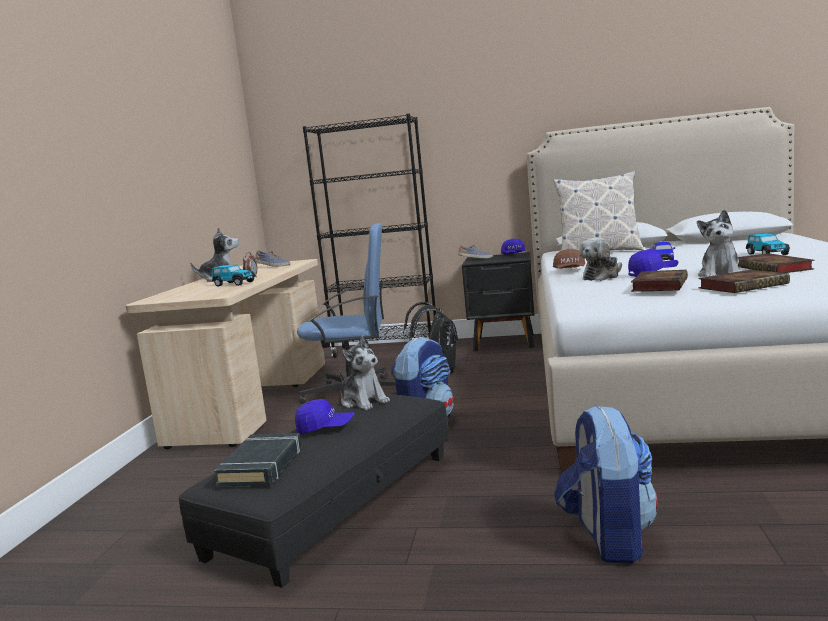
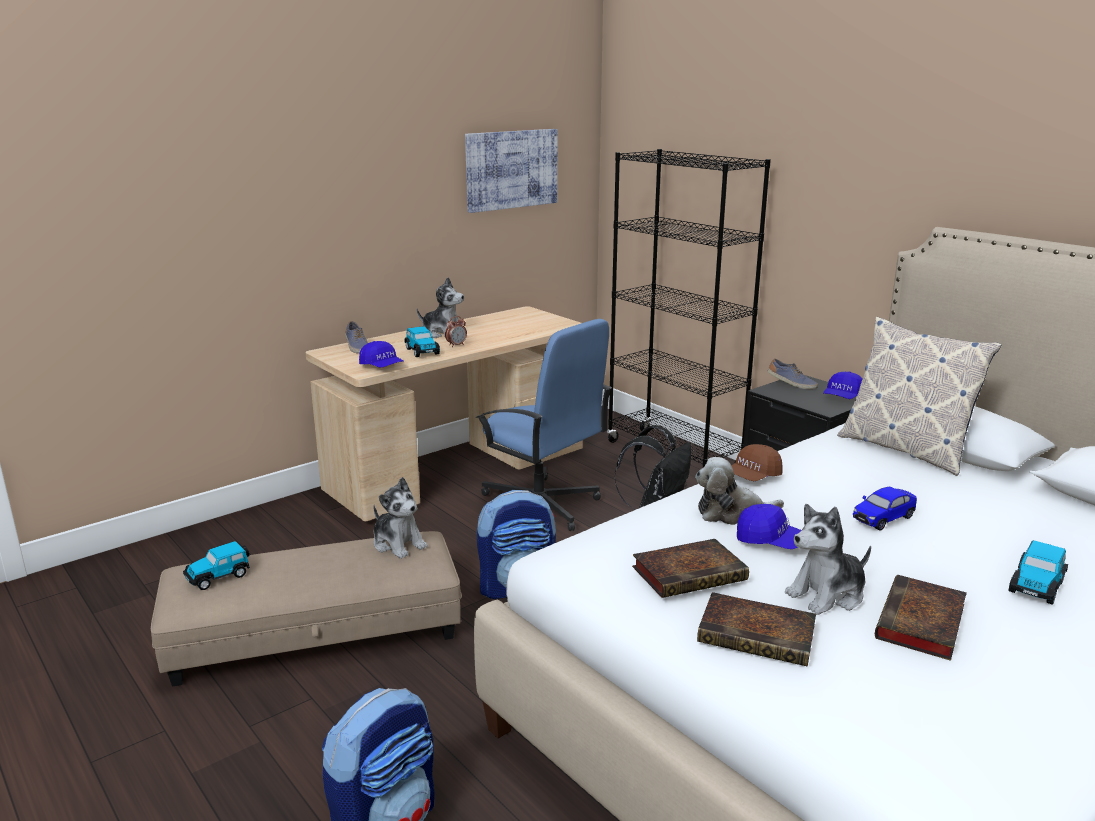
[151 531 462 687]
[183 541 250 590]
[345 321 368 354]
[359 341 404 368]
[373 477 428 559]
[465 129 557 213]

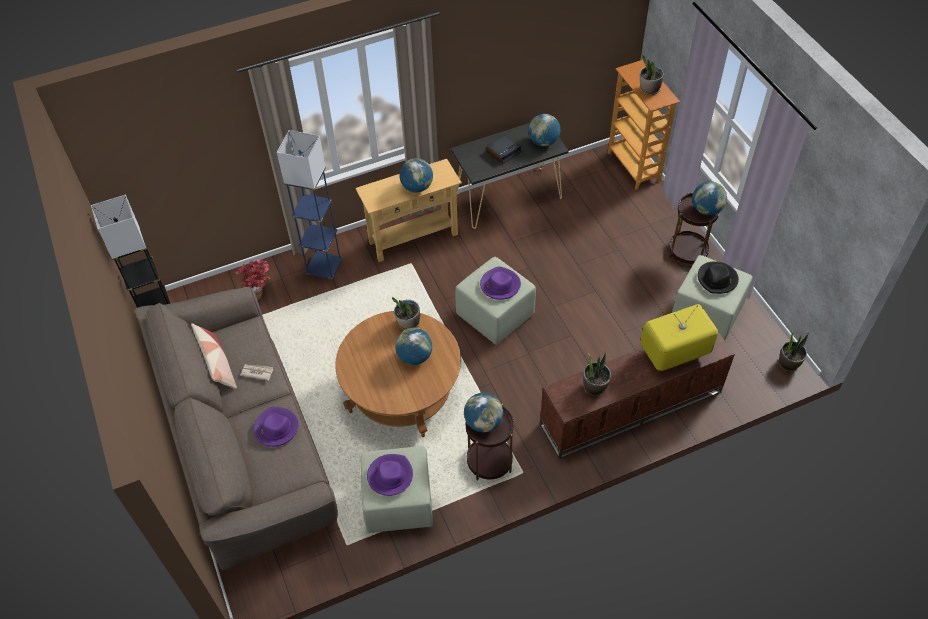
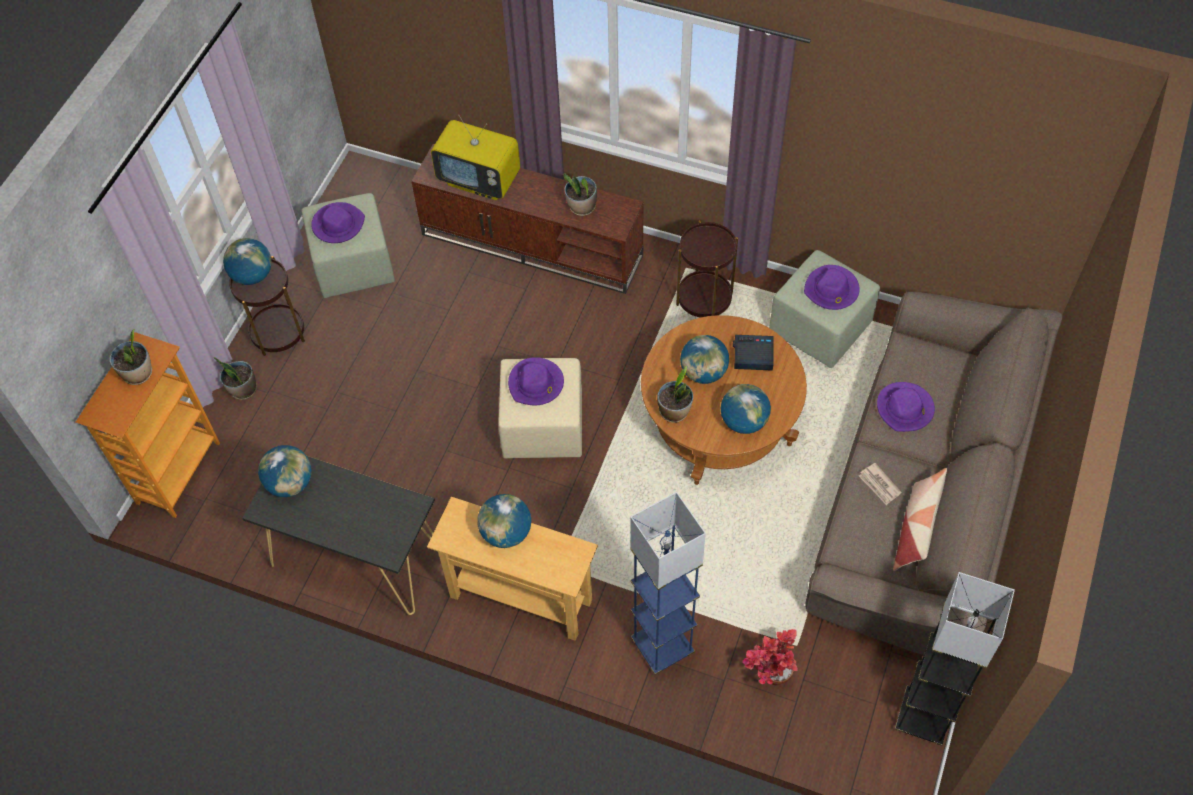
[213 357 257 400]
[311 202 365 243]
[498 358 582 458]
[721 384 771 434]
[733 335 773 371]

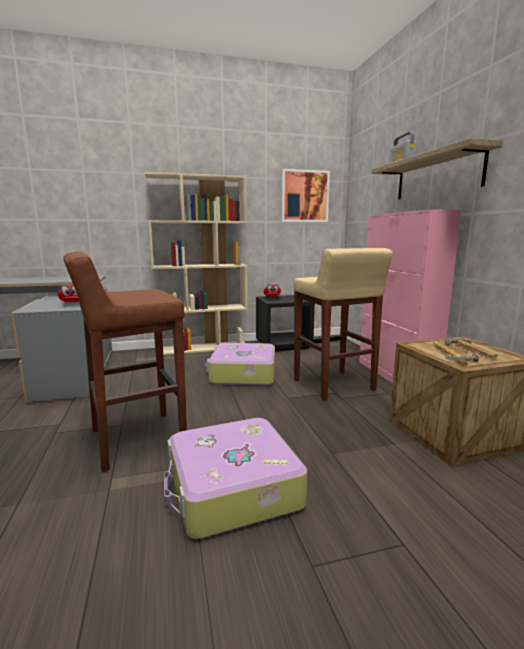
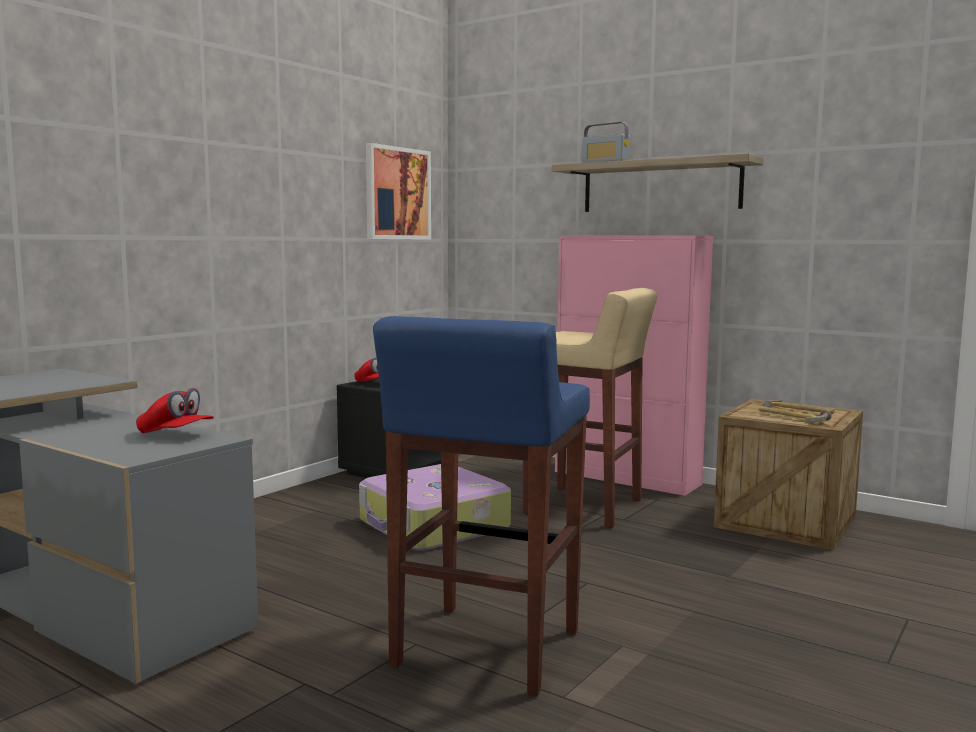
[373 316 590 697]
[145 172 248 355] (first image)
[164 418 307 539] (first image)

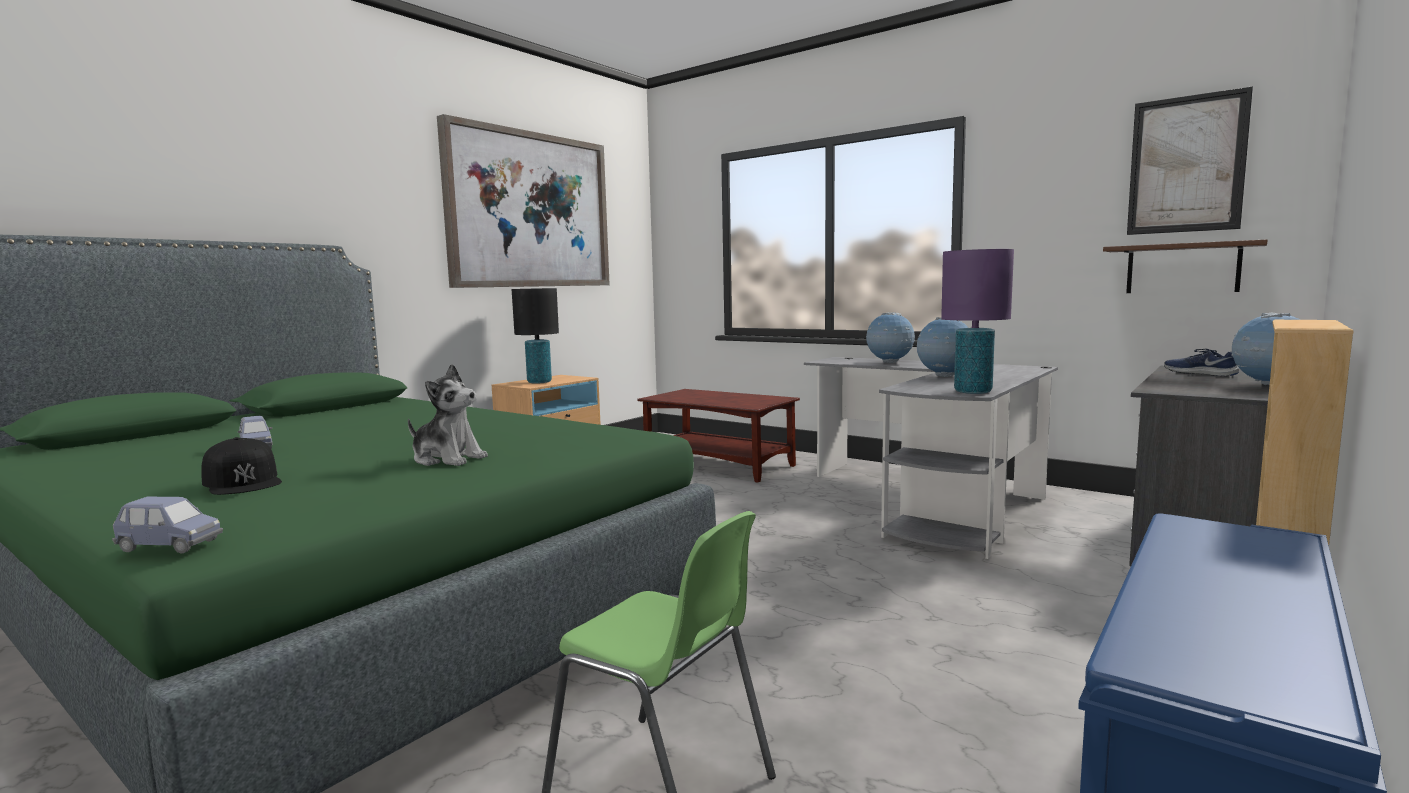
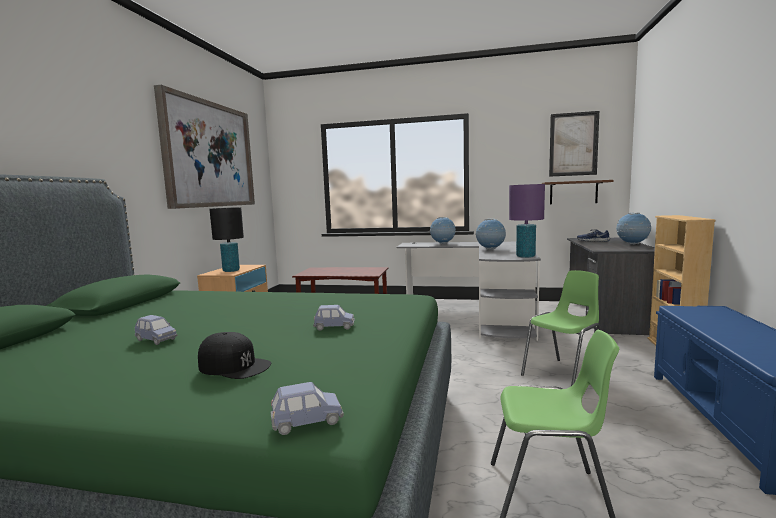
[313 305 355 331]
[521 270 600 386]

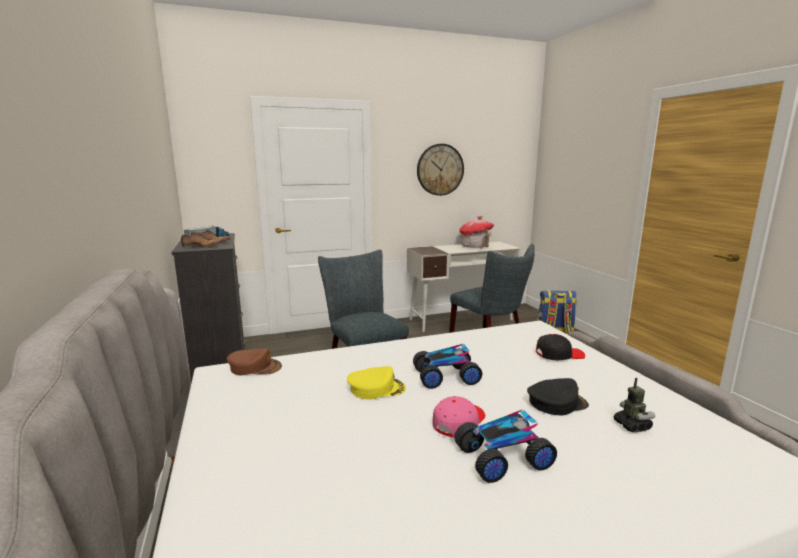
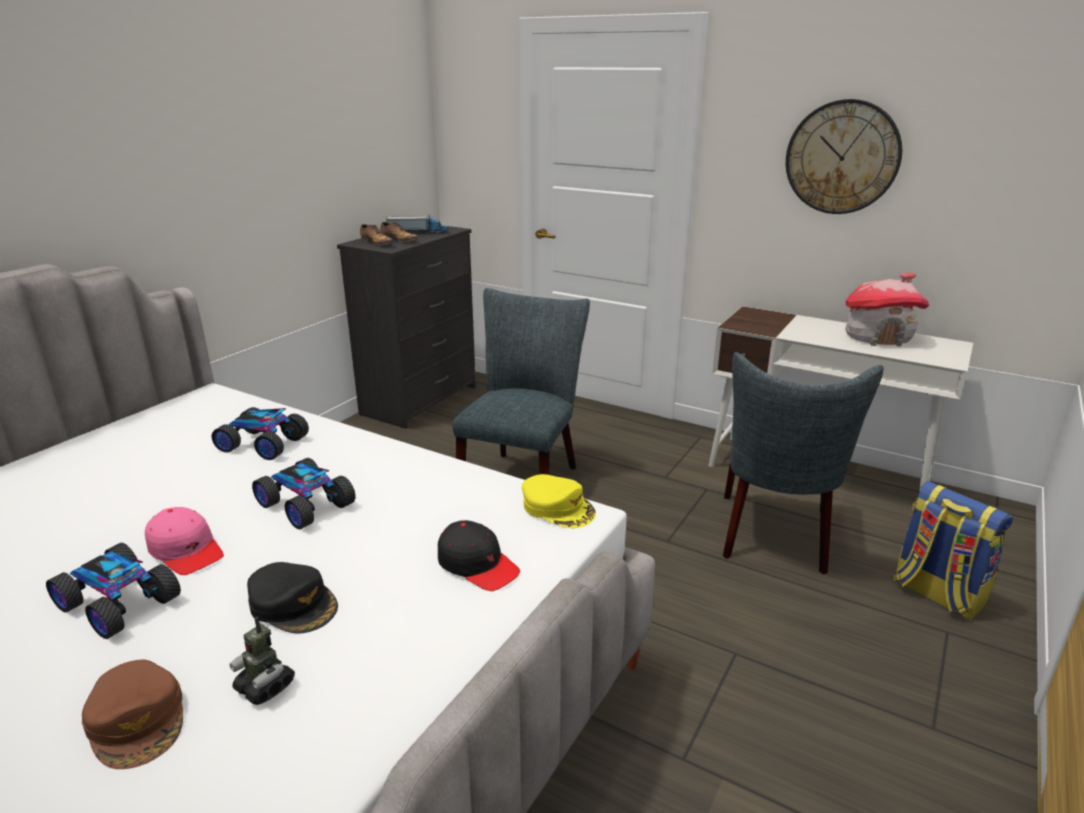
[82 660 183 769]
[145 507 224 575]
[212 407 309 460]
[229 616 295 705]
[522 474 596 528]

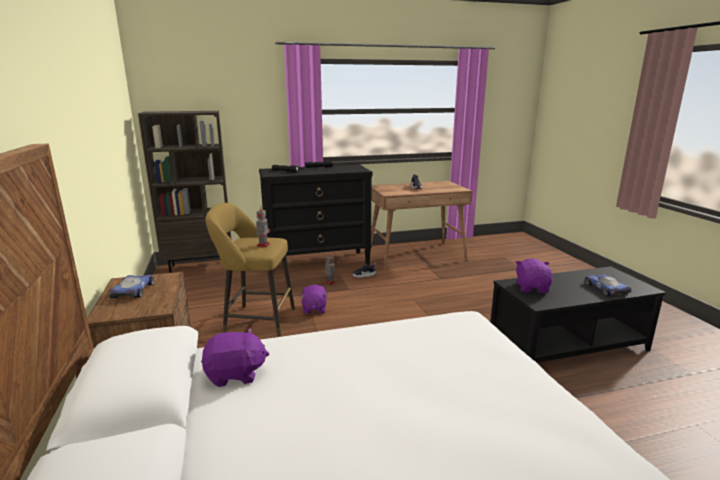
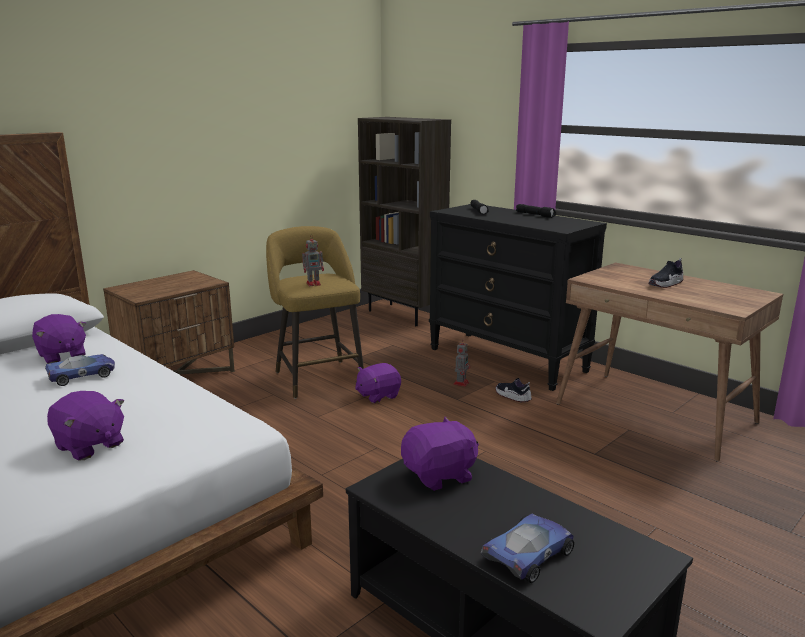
[45 354 115 386]
[47 391 124 461]

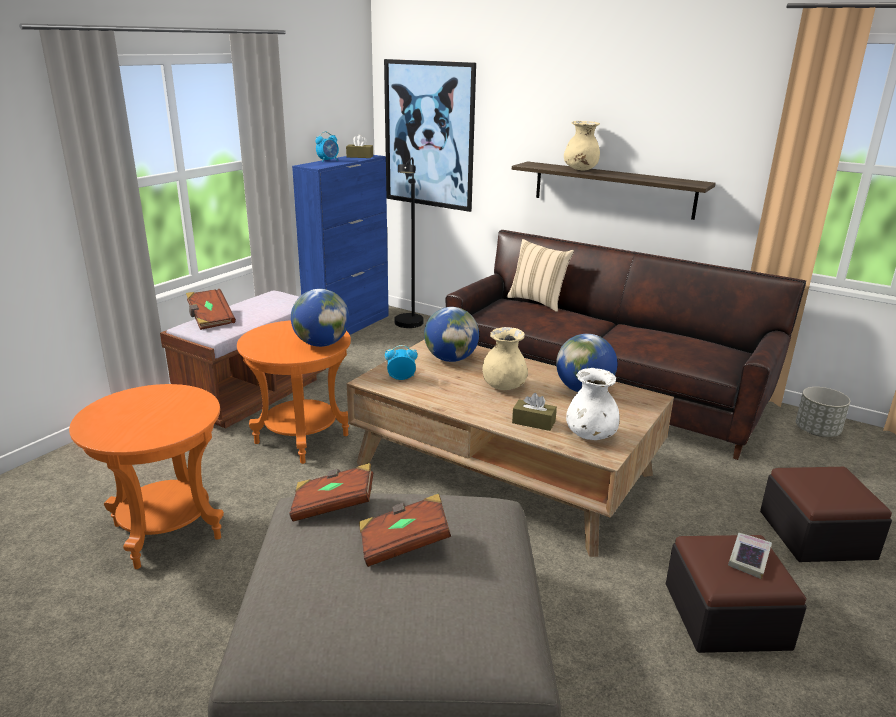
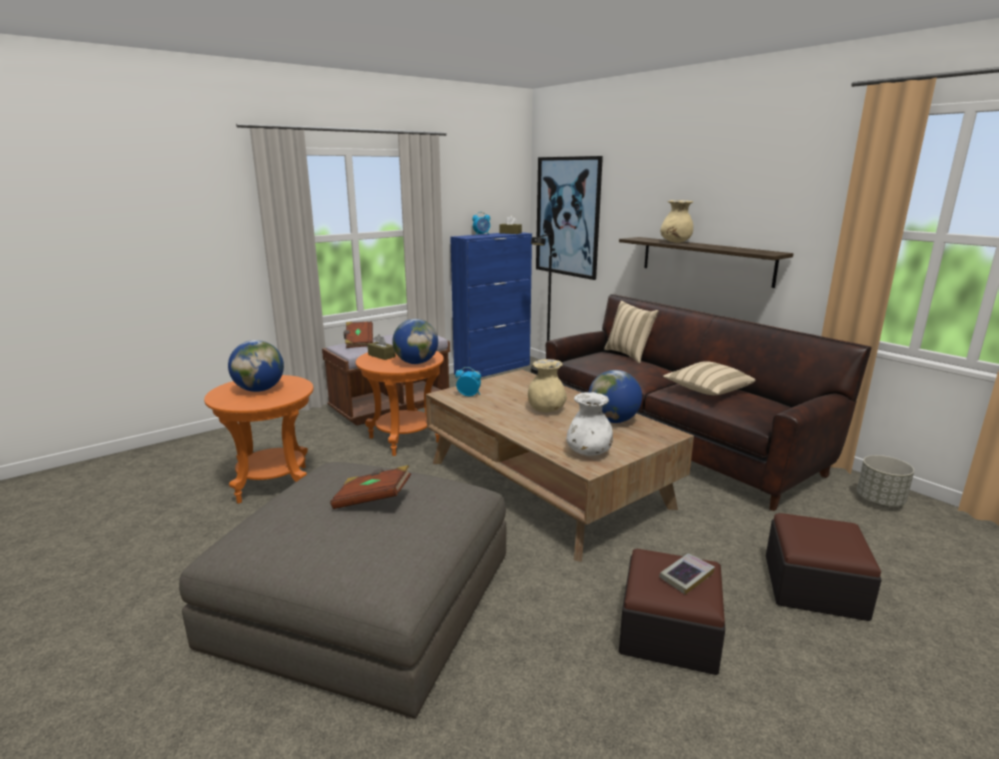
[228 340 284 392]
[368 334 396 360]
[663 361 755 395]
[289 463 373 522] (first image)

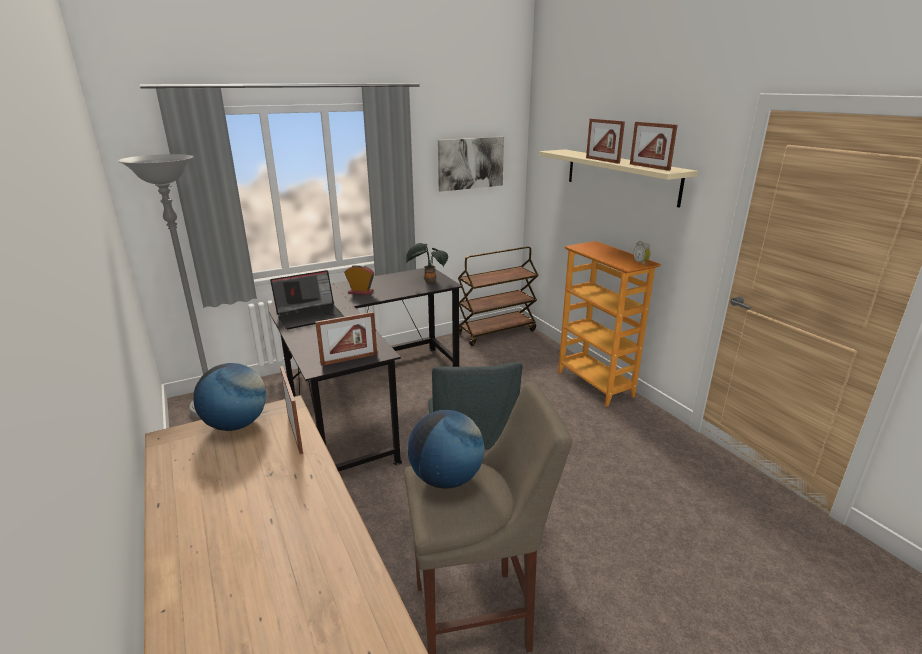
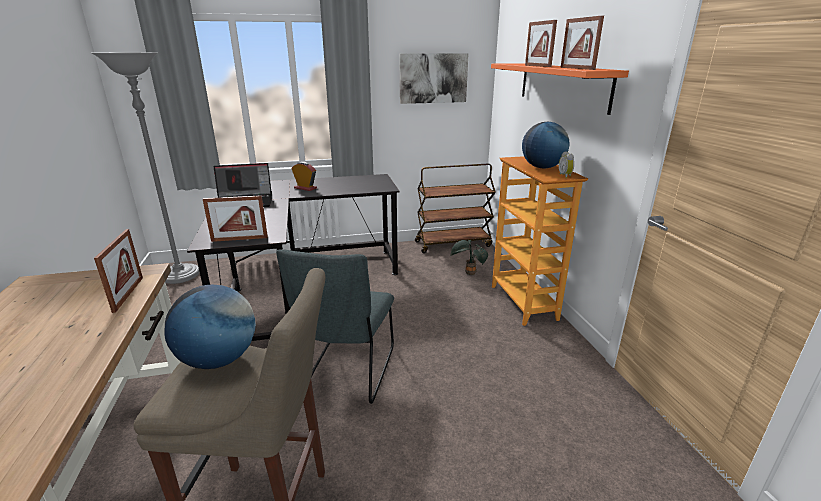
[450 240 488 275]
[491 63 629 115]
[522 122 570 168]

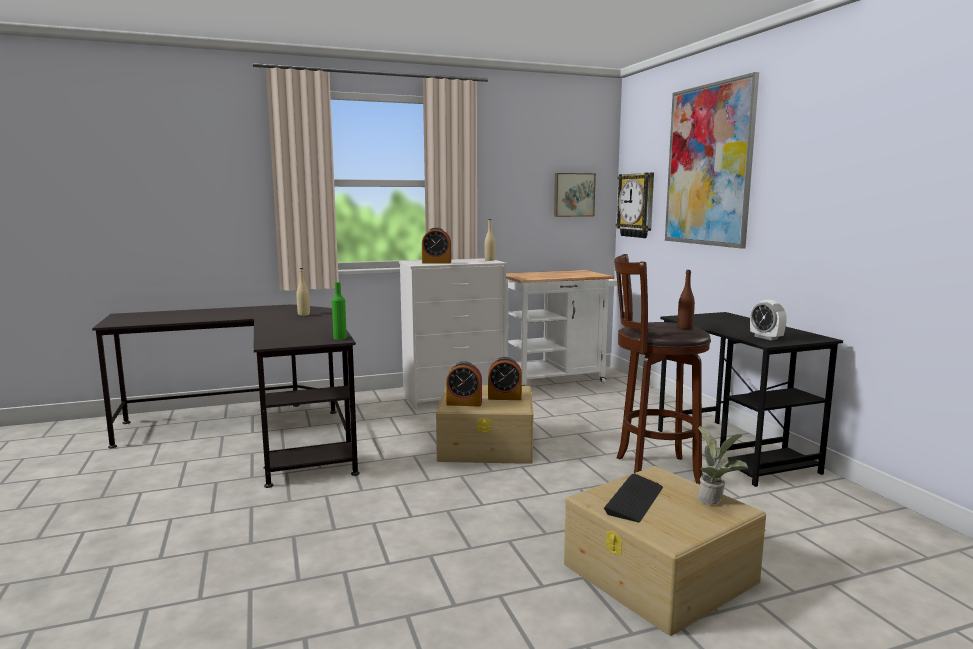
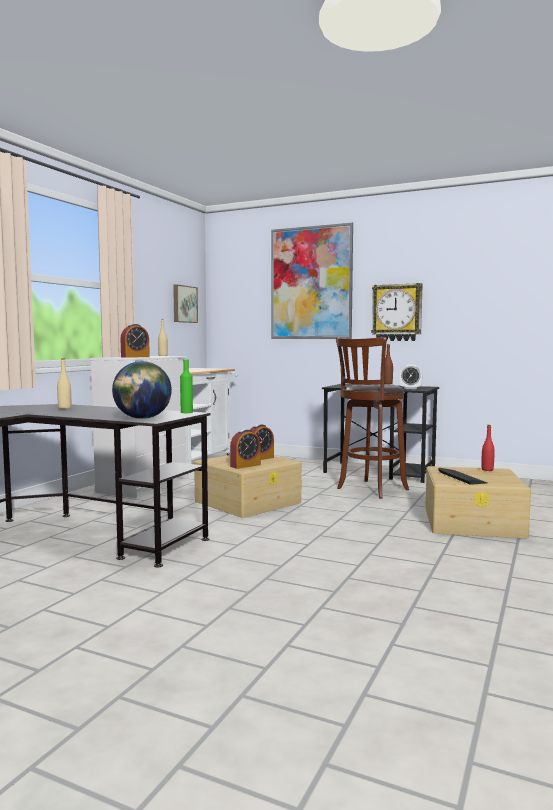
[112 361 172 419]
[371 283 422 341]
[481 425 495 471]

